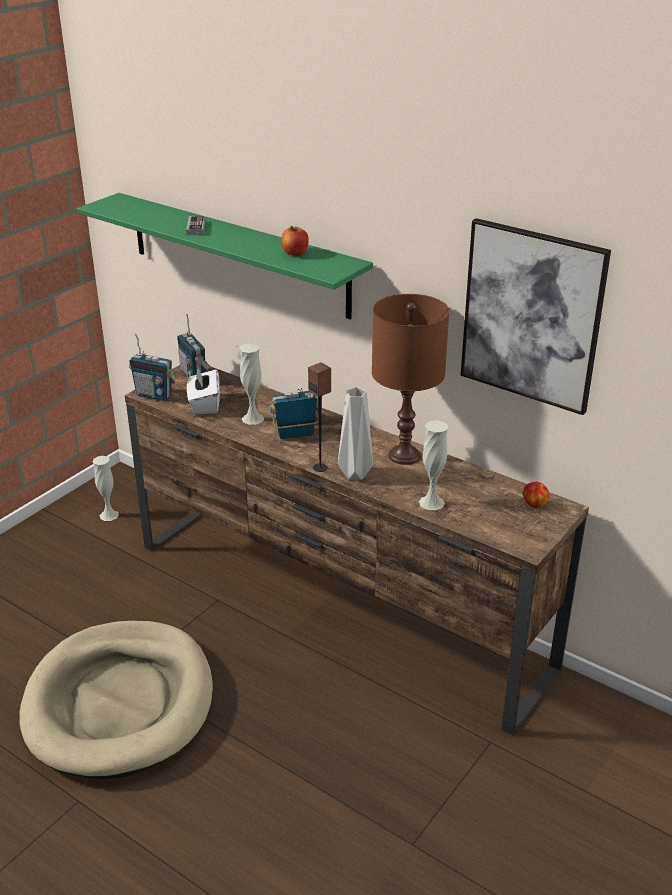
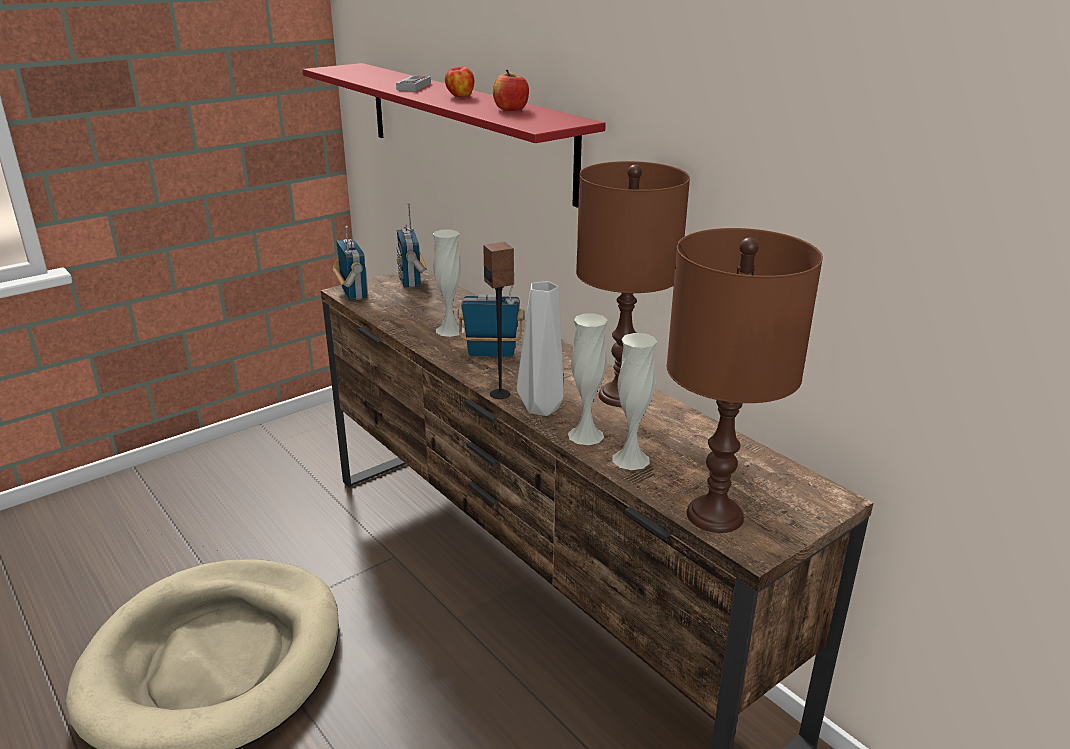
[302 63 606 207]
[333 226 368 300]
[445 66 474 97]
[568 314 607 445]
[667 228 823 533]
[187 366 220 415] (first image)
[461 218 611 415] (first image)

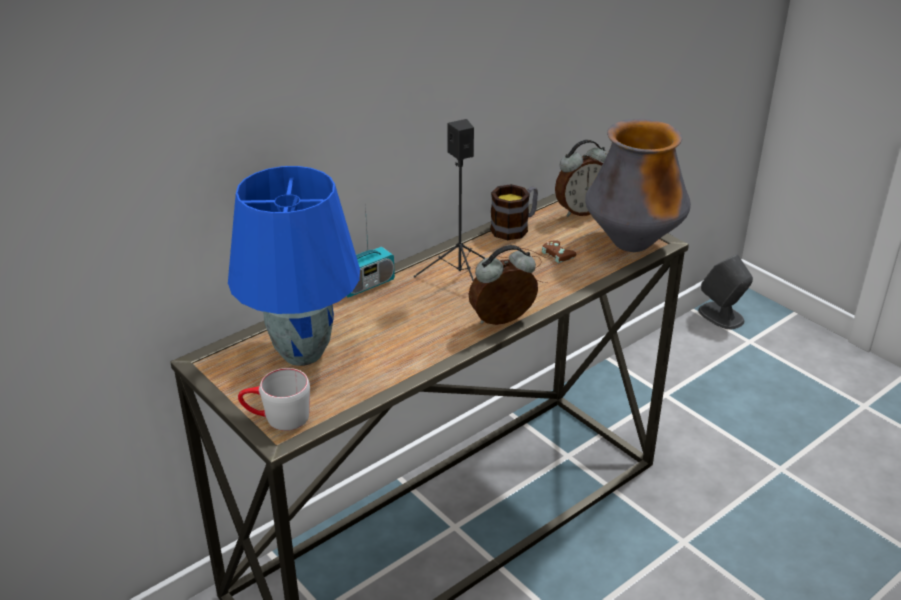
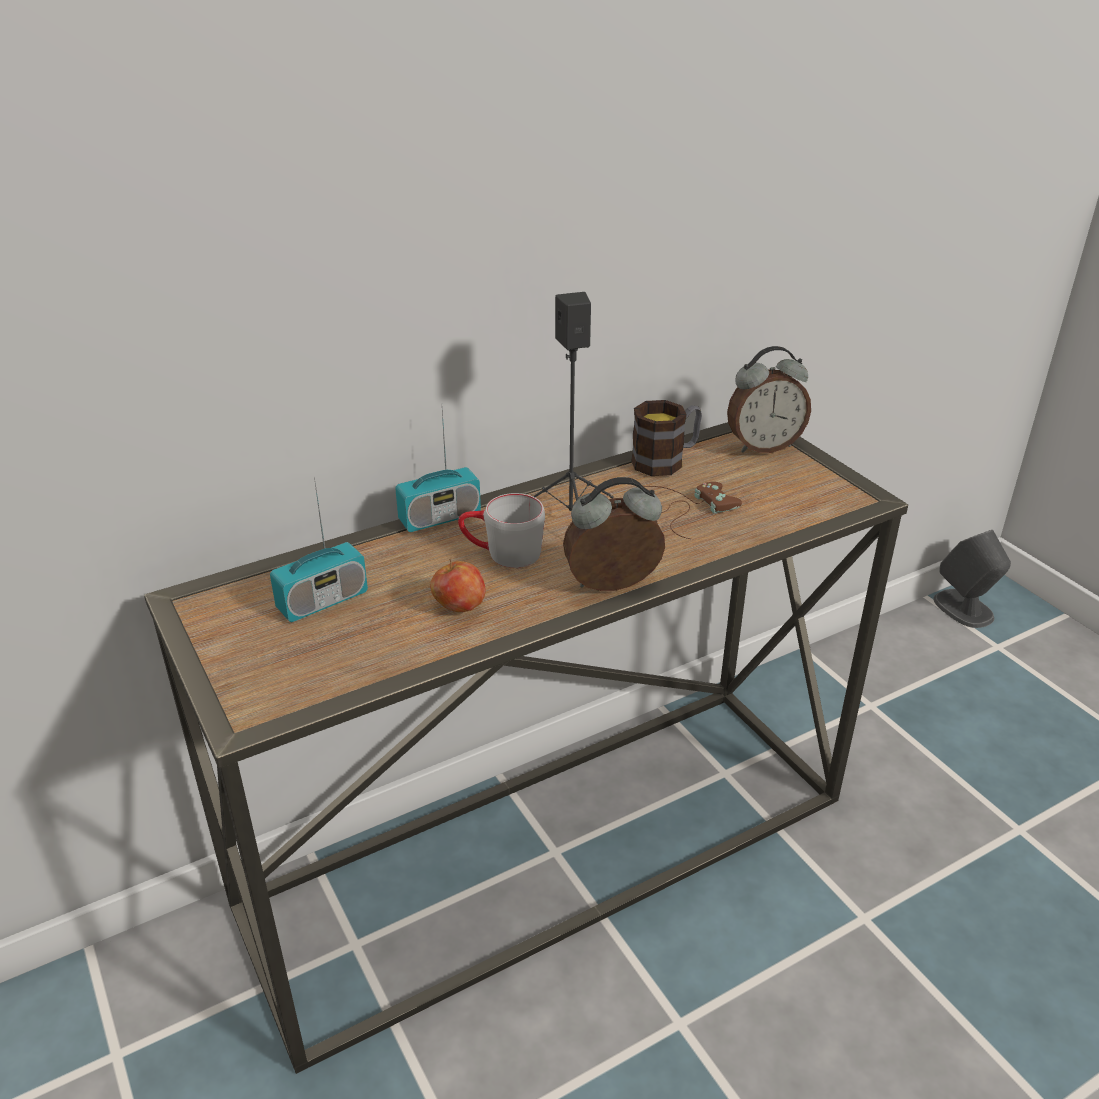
[270 477 368 622]
[430 559 486 612]
[458 493 545 568]
[585 119 691 252] (first image)

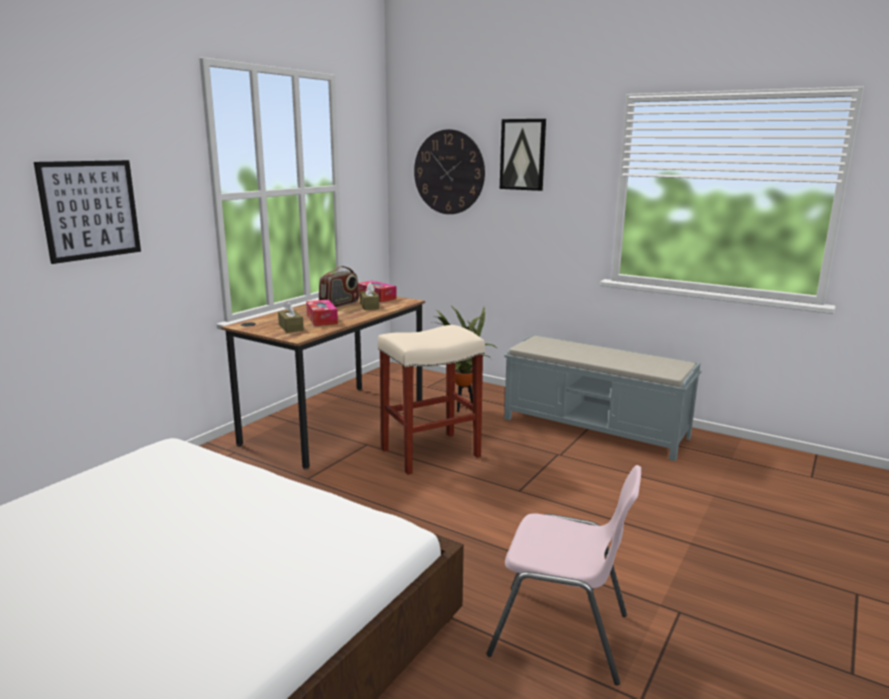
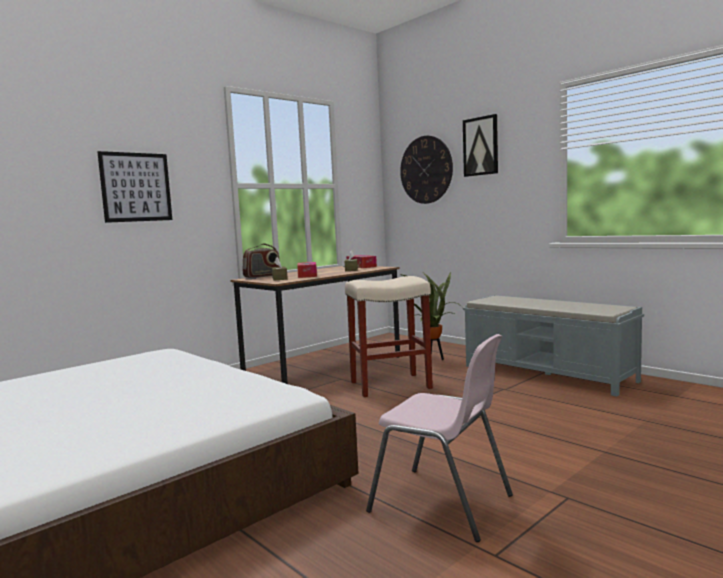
[243 243 280 278]

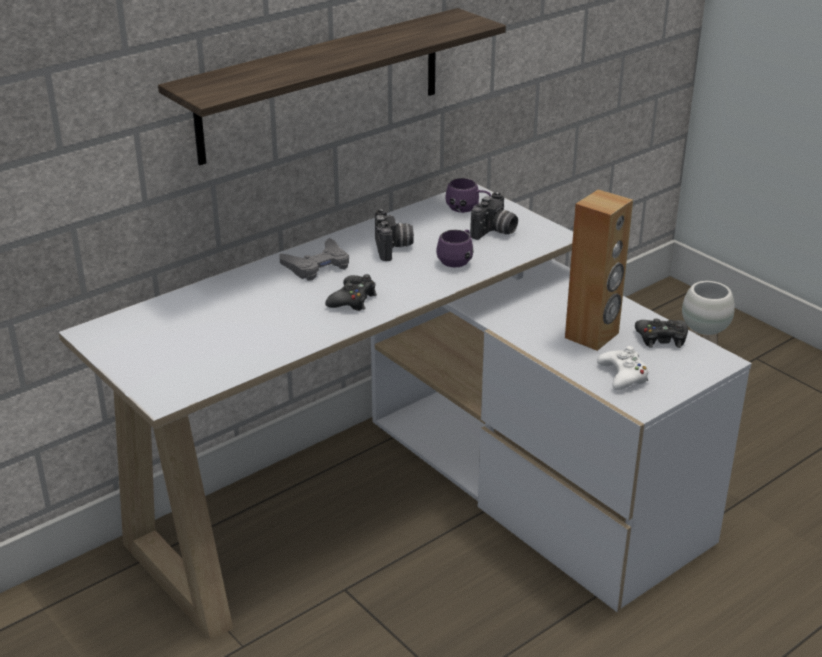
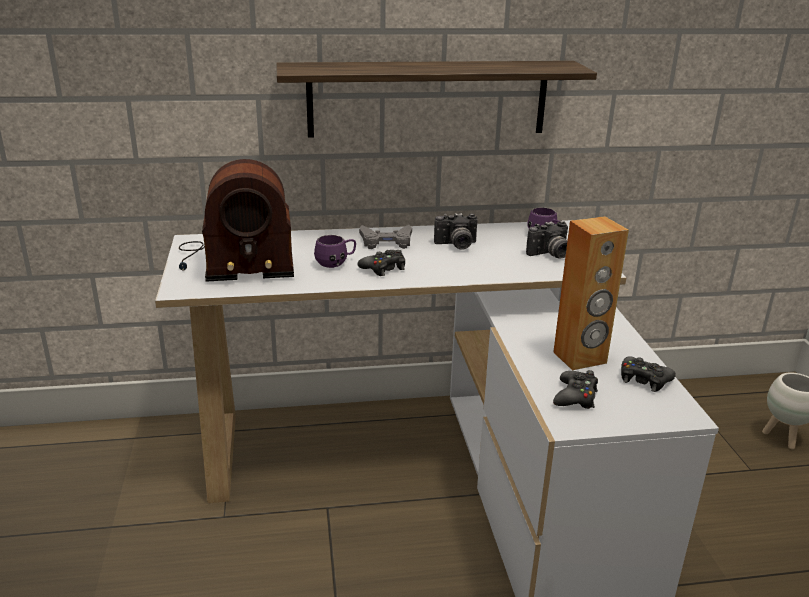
[179 159 294 282]
[314 235 356 268]
[434 213 478 250]
[553 370 598 409]

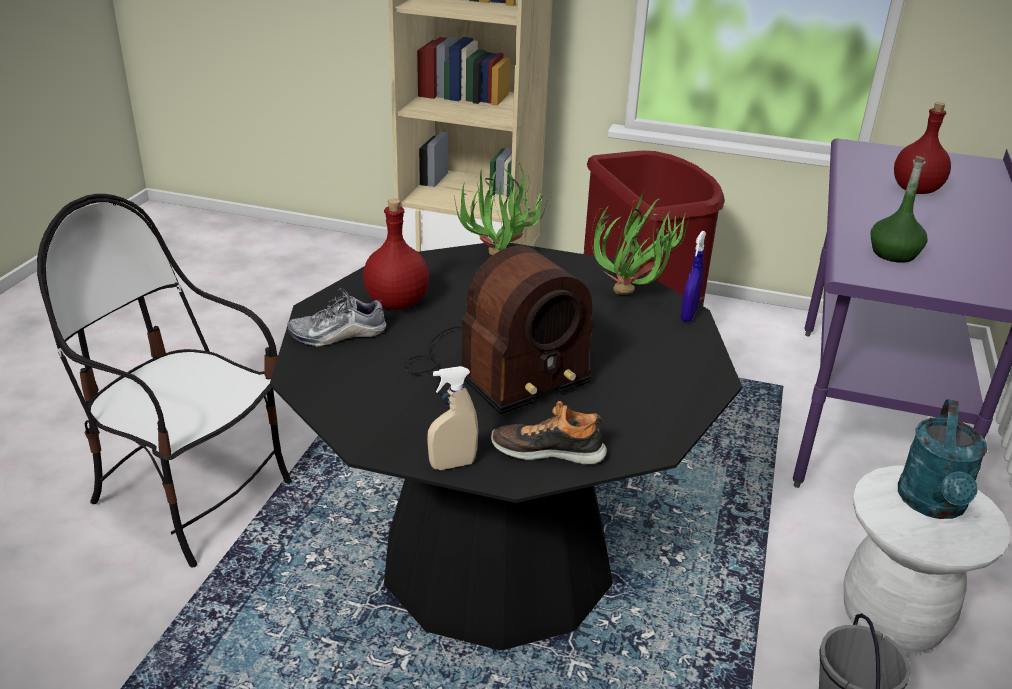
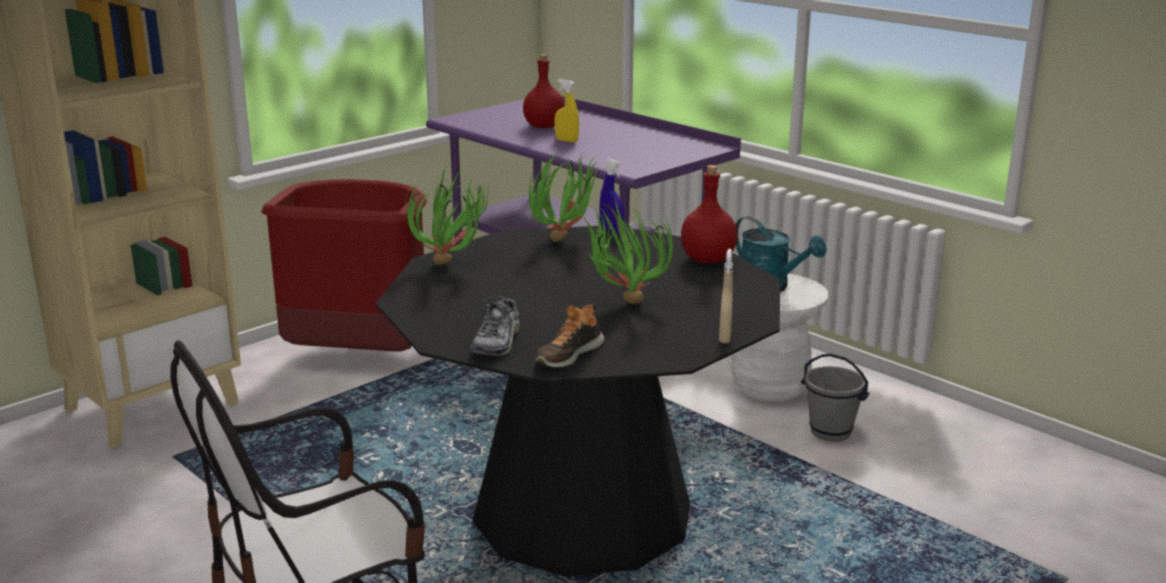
[535 305 604 368]
[555 79 579 143]
[583 202 673 304]
[681 165 737 263]
[871 156 928 263] (first image)

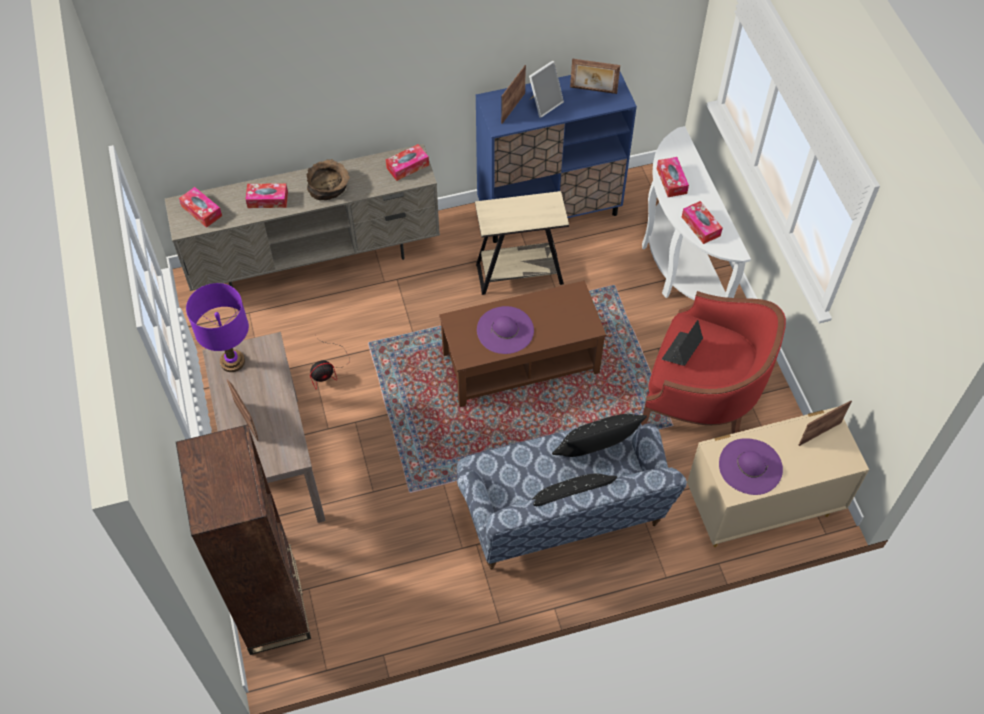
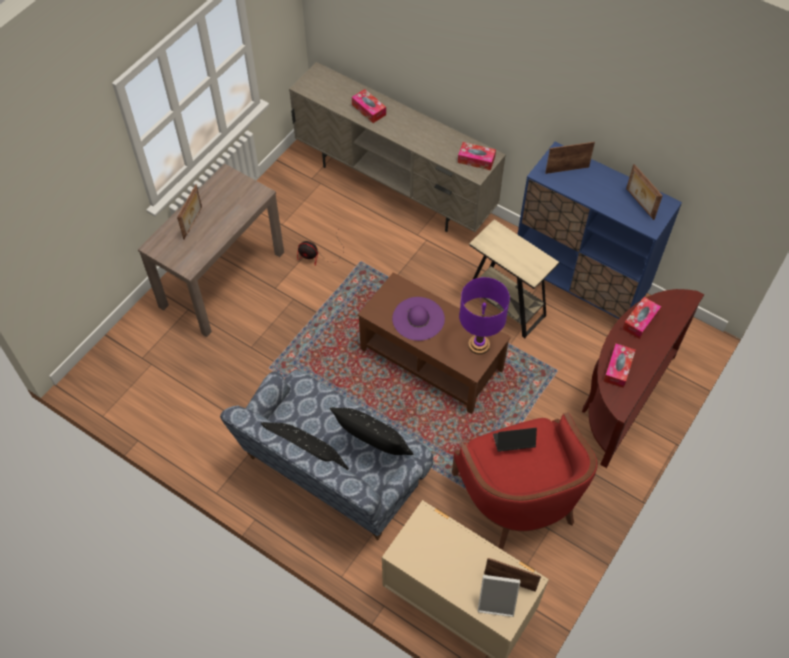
[459 277 510 355]
[478 575 520 617]
[582 289 704 468]
[176 424 311 655] (first image)
[179 187 222 228] (first image)
[307 159 350 200] (first image)
[719 438 783 495] (first image)

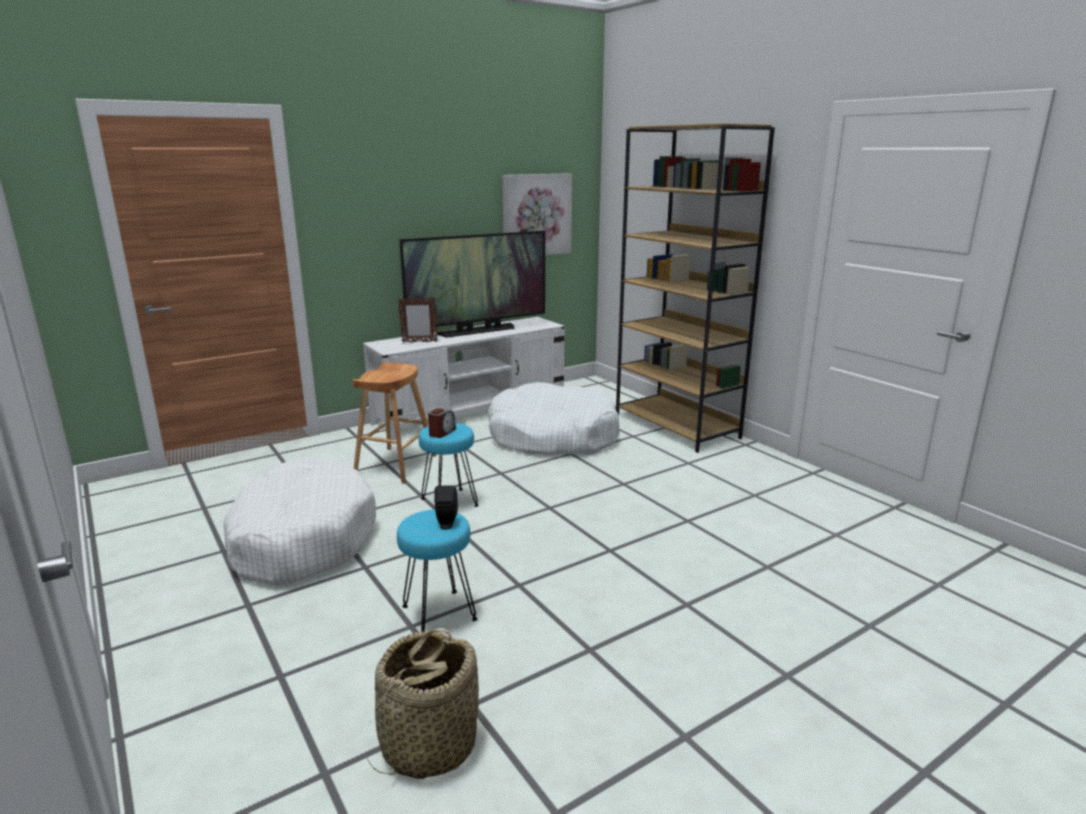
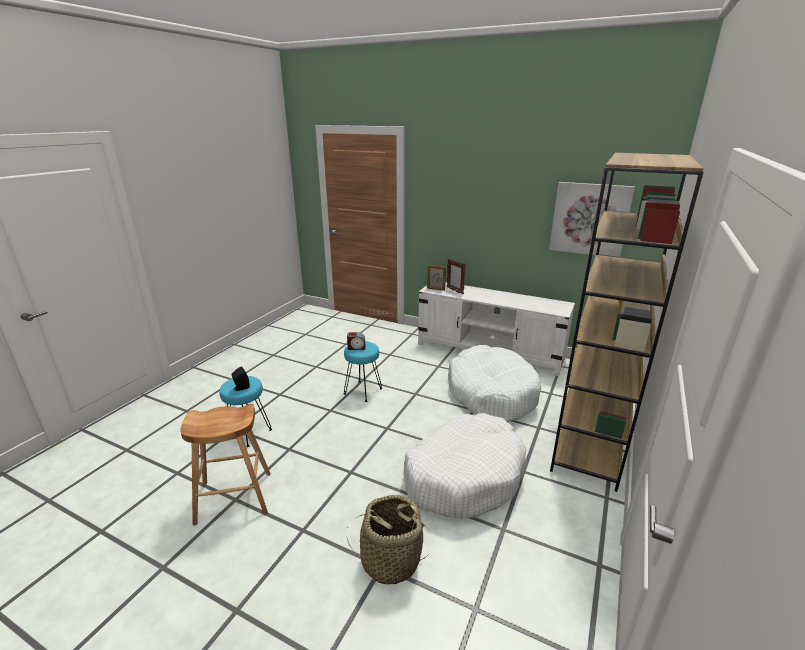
[180 403 271 526]
[347 495 430 585]
[403 413 526 518]
[427 265 446 291]
[399 231 545 338] (first image)

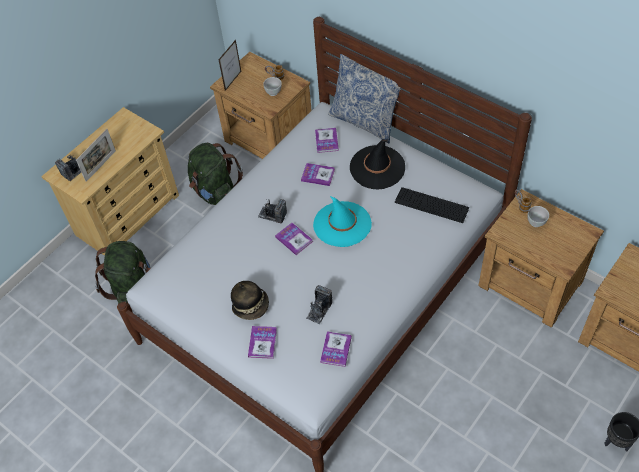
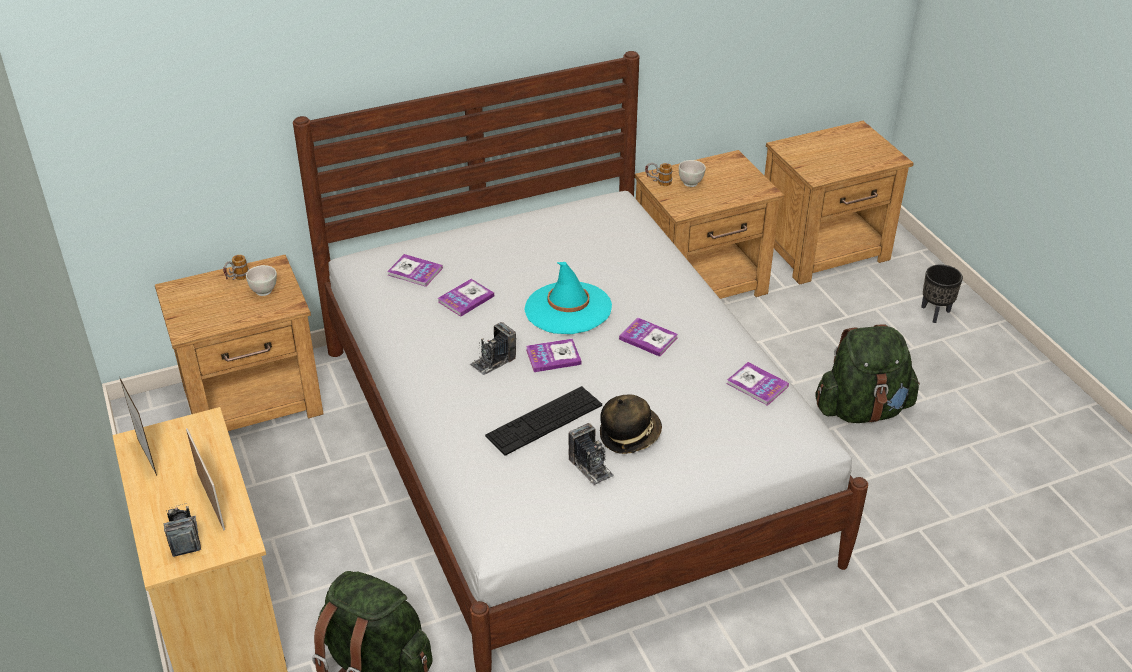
[120 378 157 475]
[485 386 602 456]
[568 423 614 485]
[619 318 678 357]
[815 324 920 423]
[328 54 401 143] (first image)
[350 139 405 189] (first image)

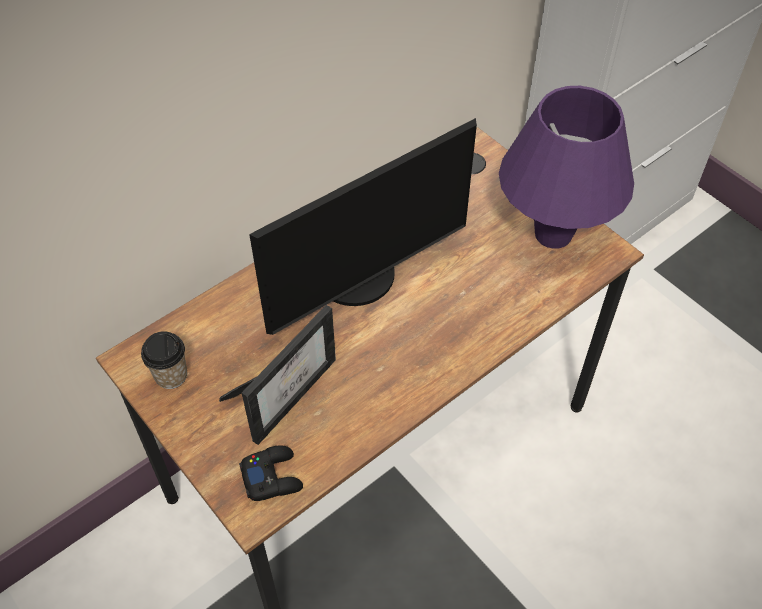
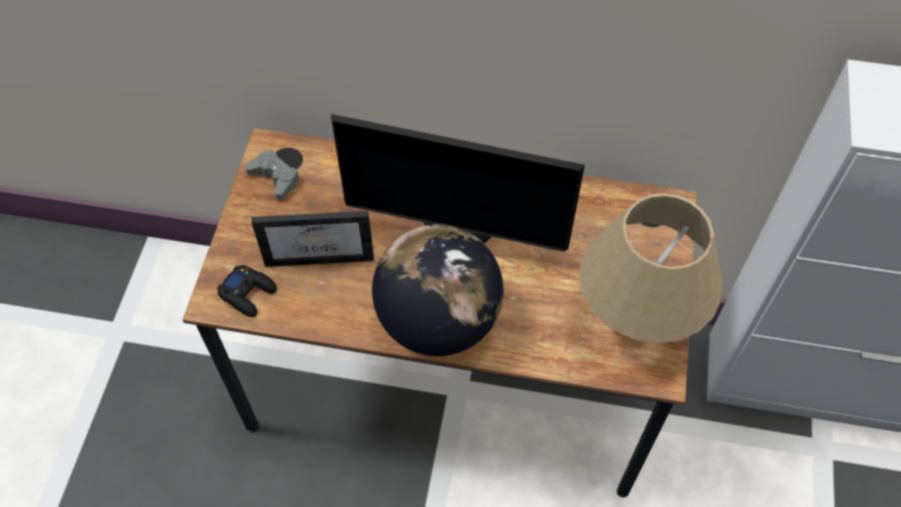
[245 150 300 199]
[372 224 504 356]
[580 193 722 343]

